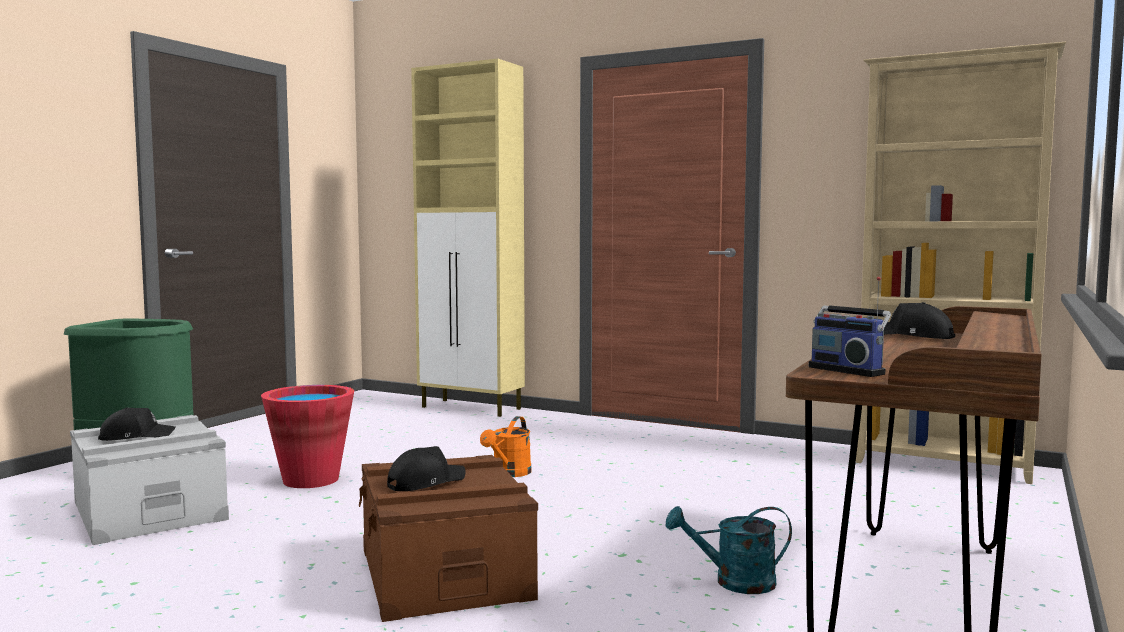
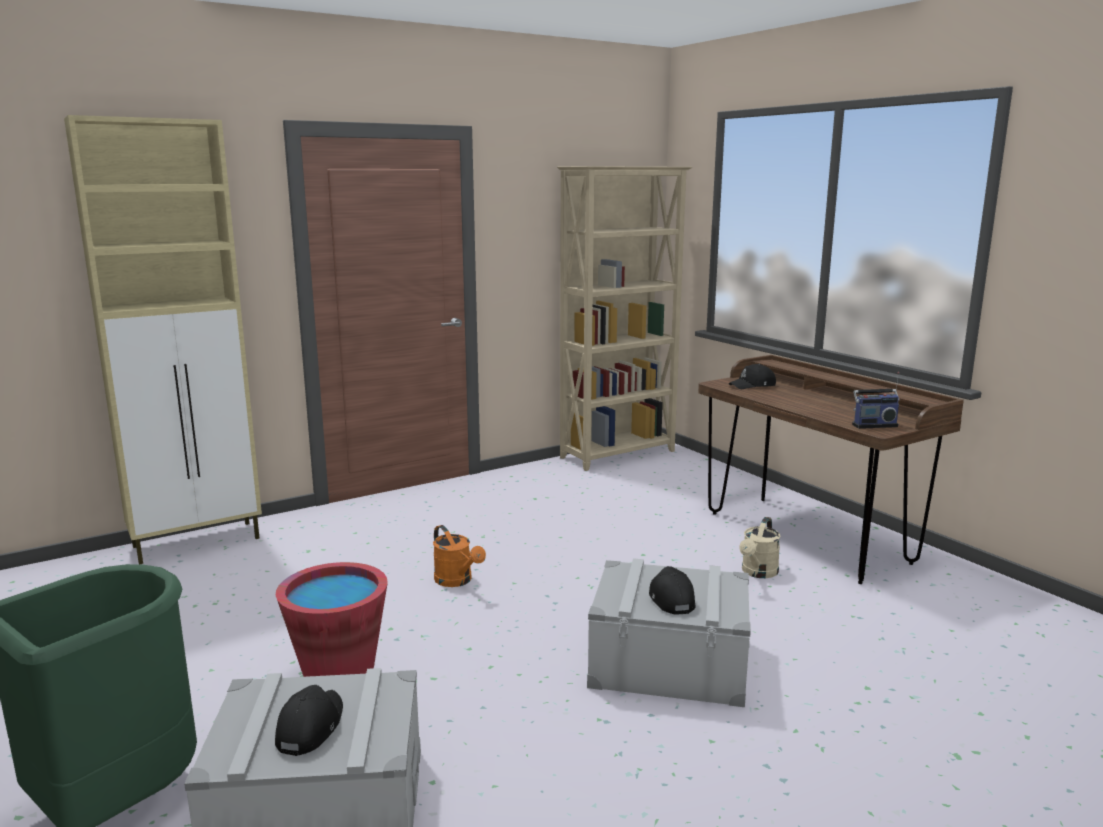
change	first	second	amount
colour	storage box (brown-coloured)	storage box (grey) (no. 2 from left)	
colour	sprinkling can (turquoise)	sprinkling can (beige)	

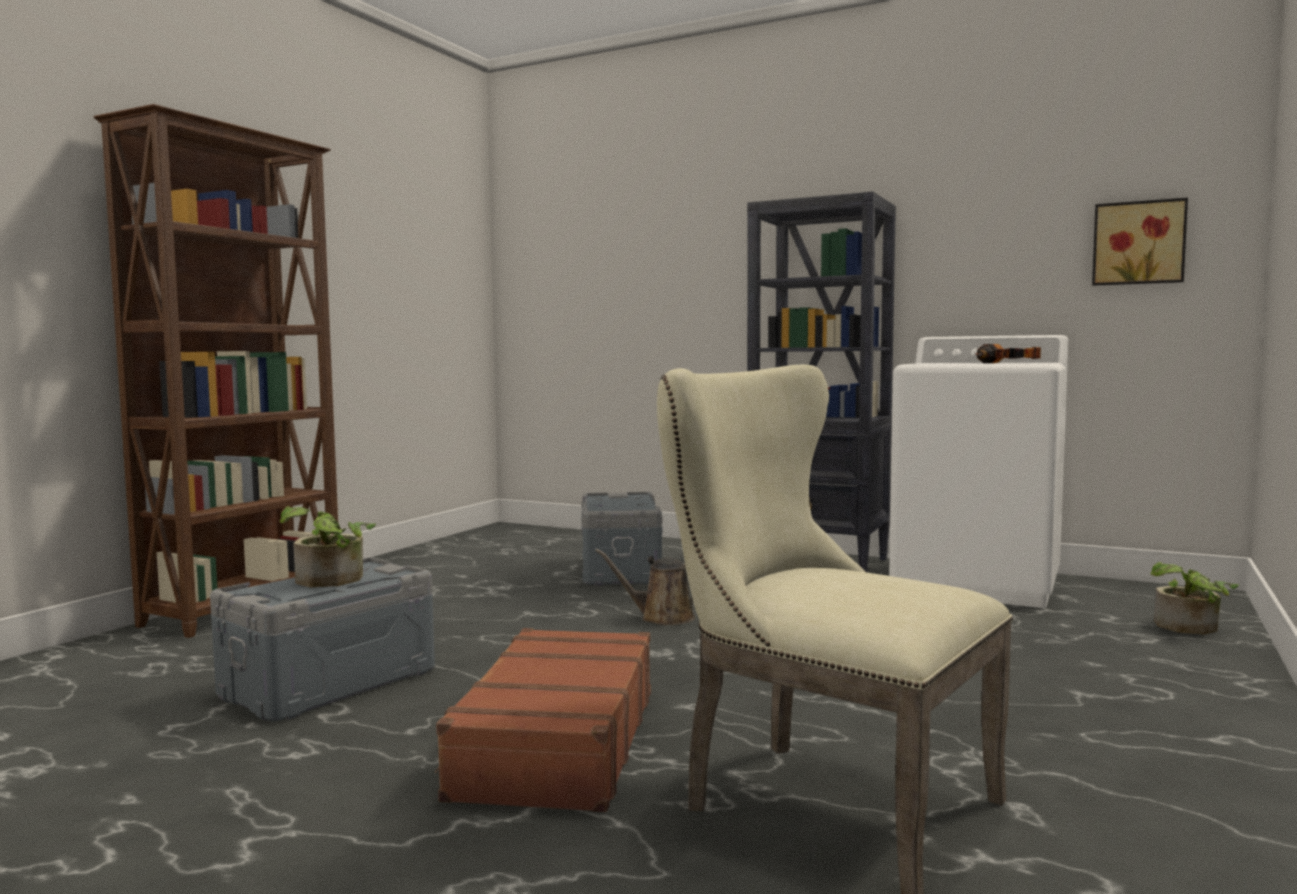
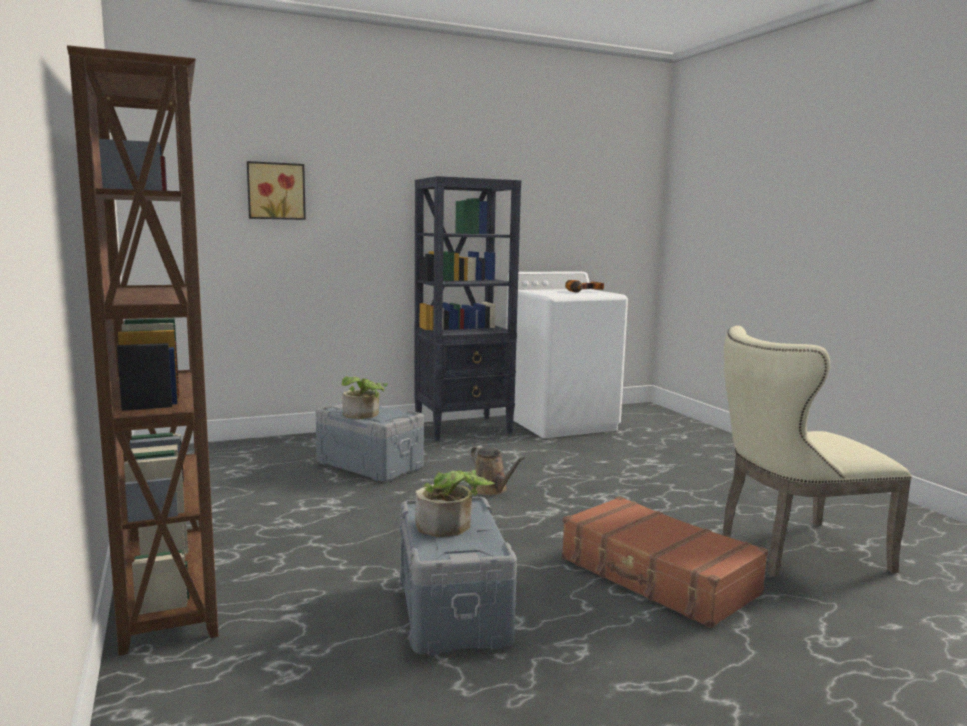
change	first	second	amount
relocated	picture		
relocated	potted plant (no. 2 from left in the first image)	potted plant (no. 1 from left)	
spun	sprinkling can (brown-coloured)		90 degrees counterclockwise

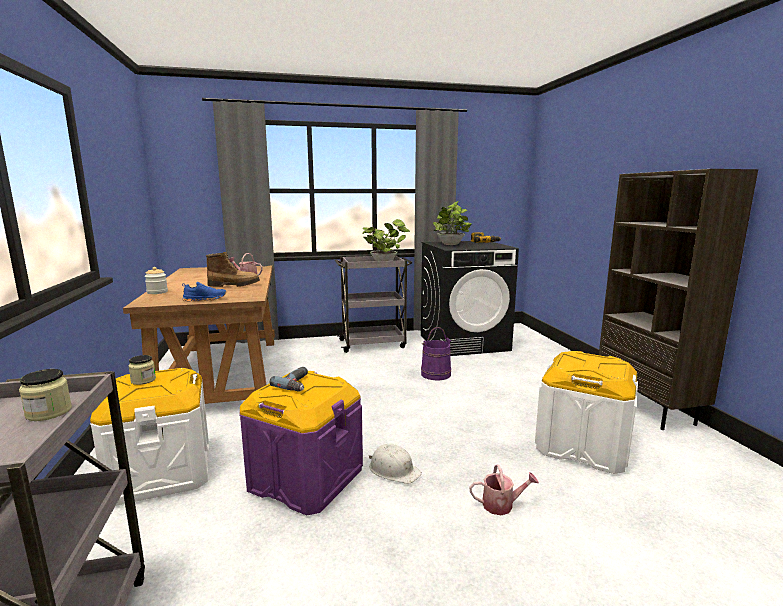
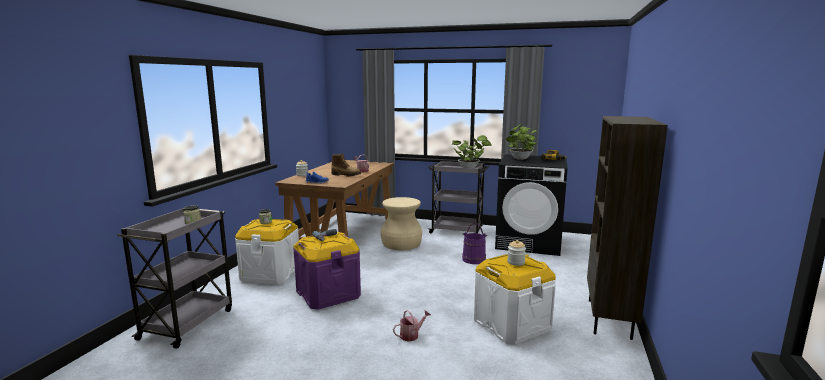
change	first	second	amount
appeared		stool seat (beige)	
spun	sprinkling can (no. 2 from left)		60 degrees counterclockwise
appeared		preserve jar (no. 4 from left)	
missing	hard hat (whitish)		

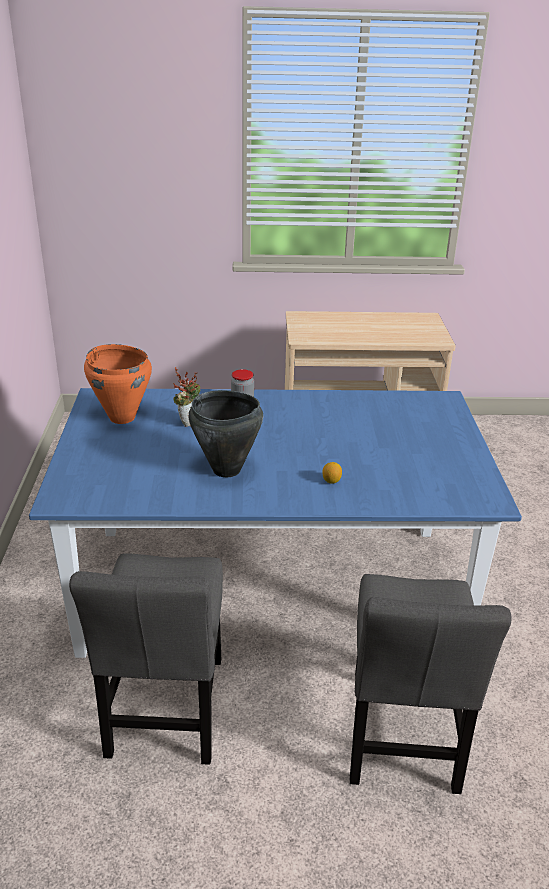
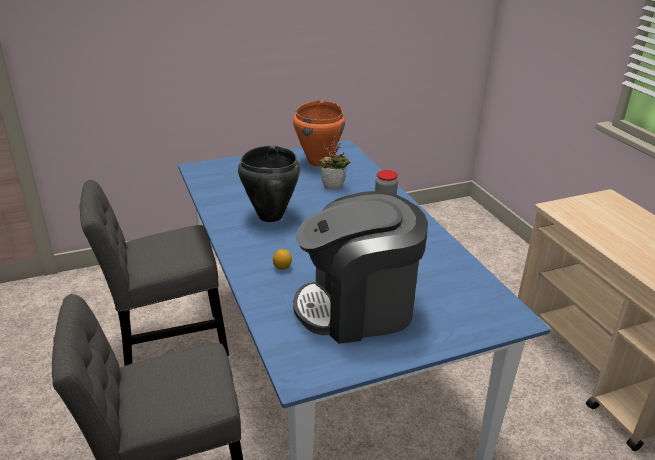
change	first	second	amount
appeared		coffee maker	

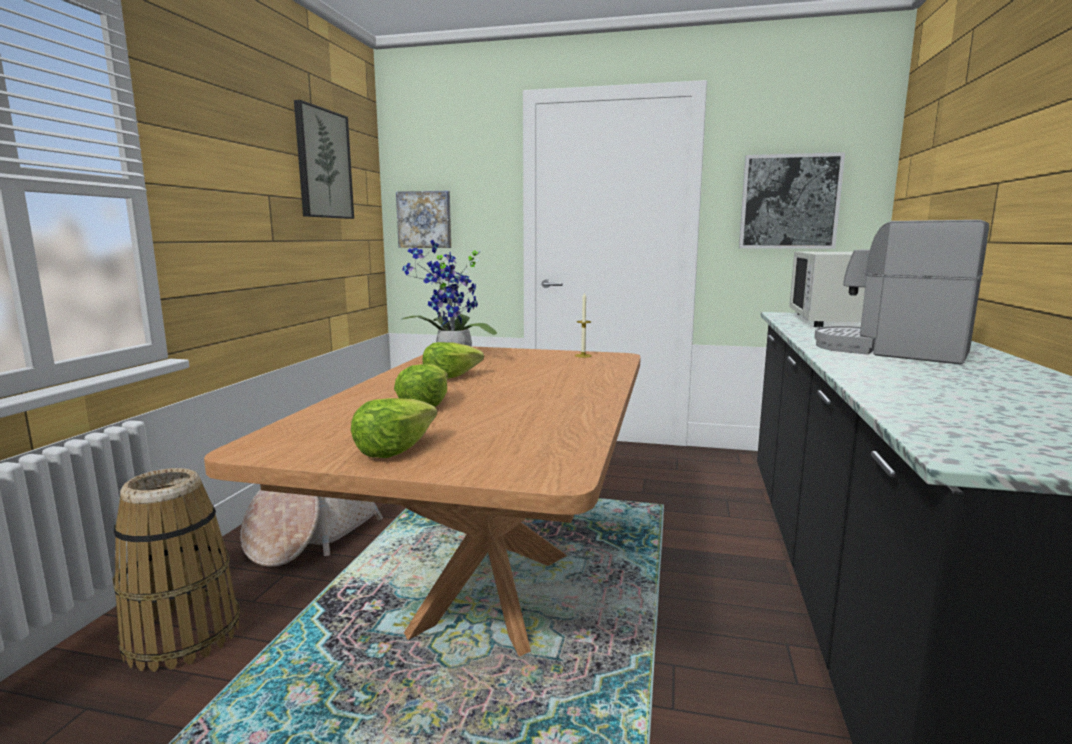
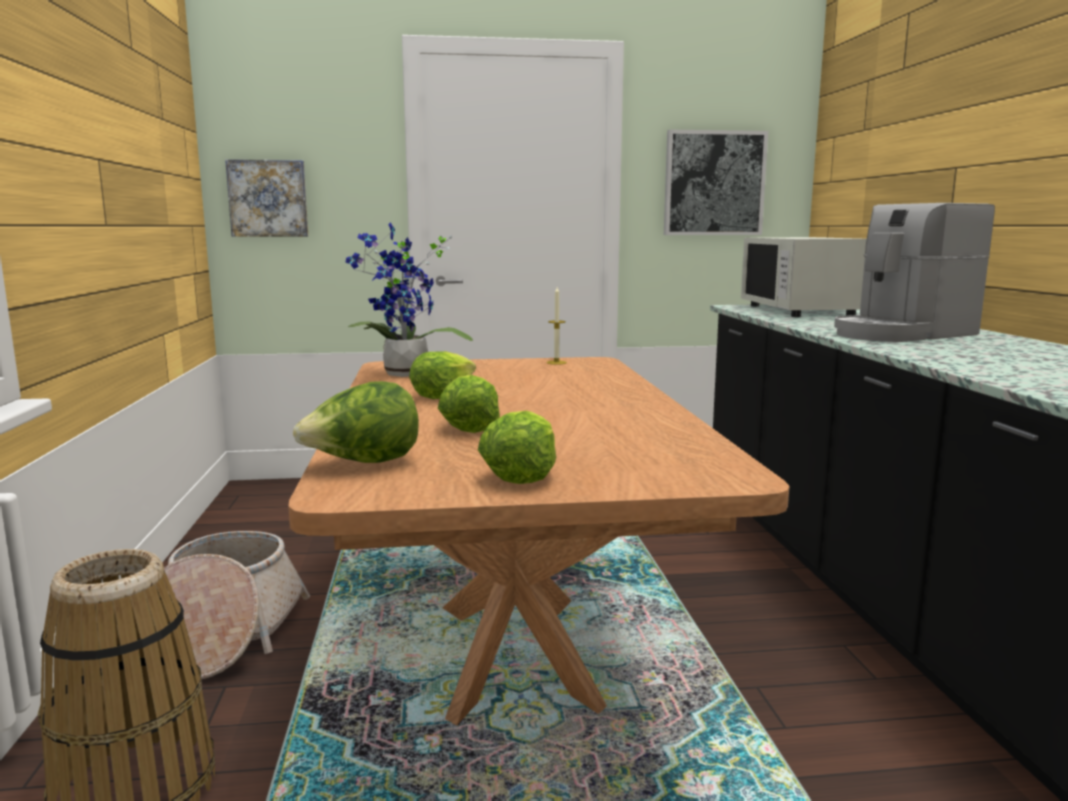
change	first	second	amount
appeared		lettuce head (no. 1 from left)	
spun	coffee maker		45 degrees counterclockwise
missing	picture (no. 1 from left)		

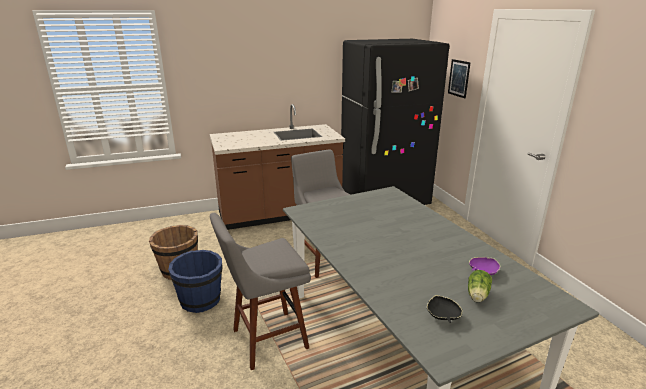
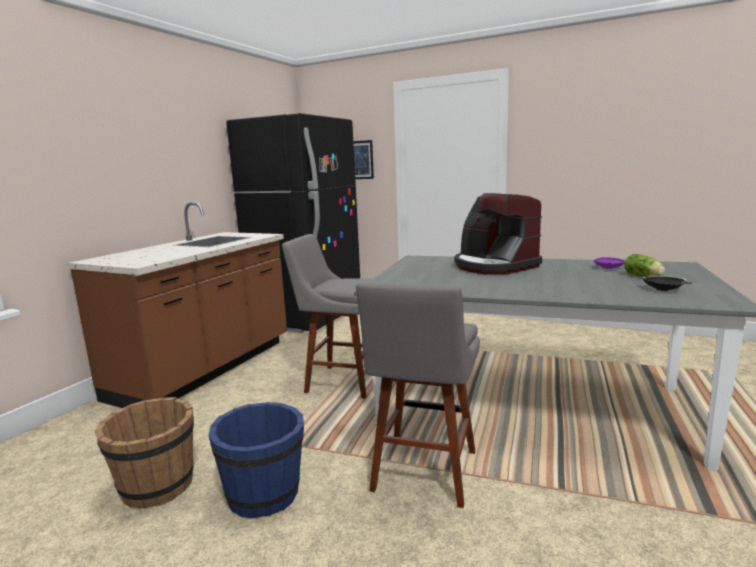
change	first	second	amount
appeared		coffee maker	

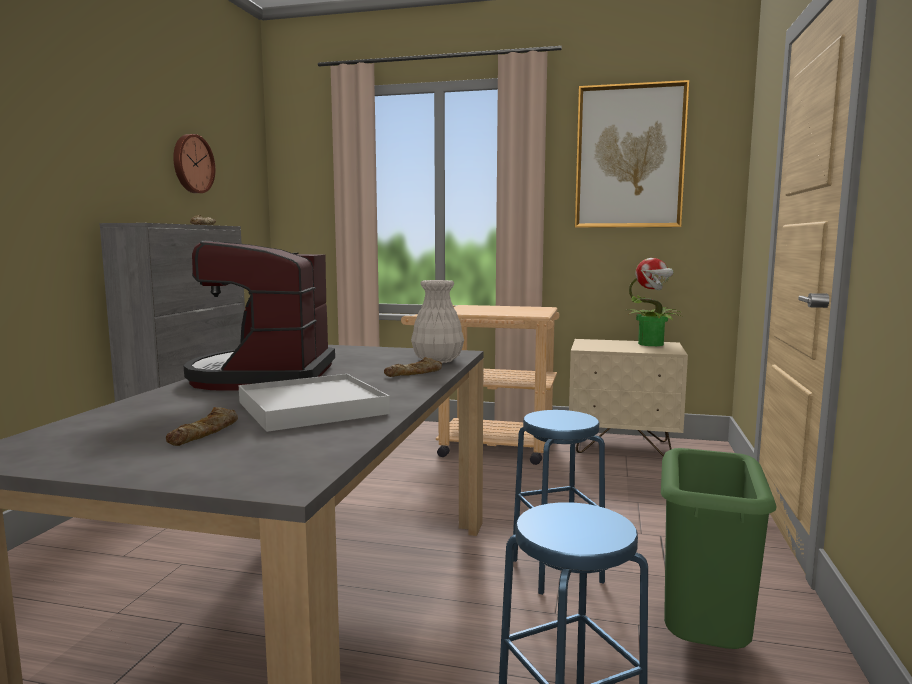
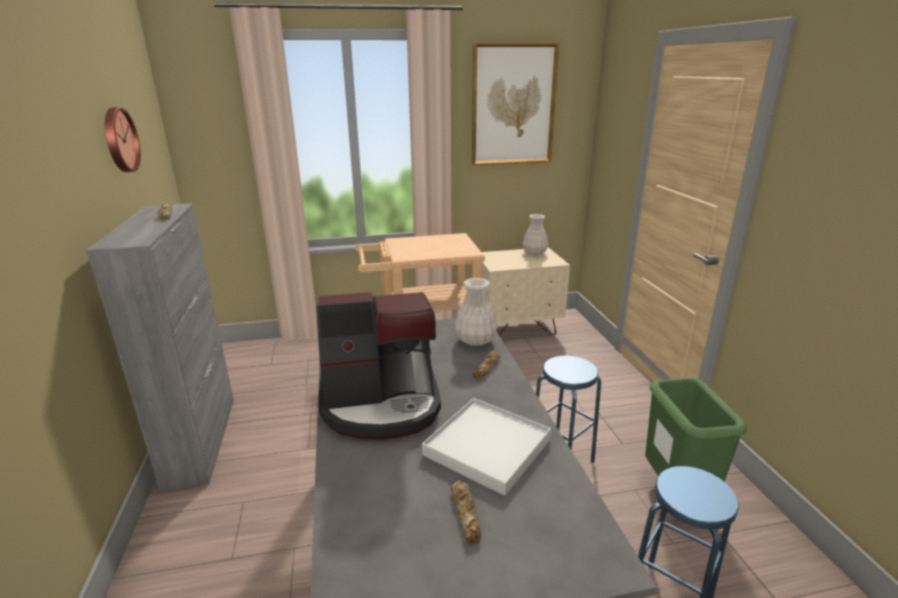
change	first	second	amount
spun	coffee maker		75 degrees counterclockwise
exchanged	potted plant	vase (whitish) (no. 2 from left)	

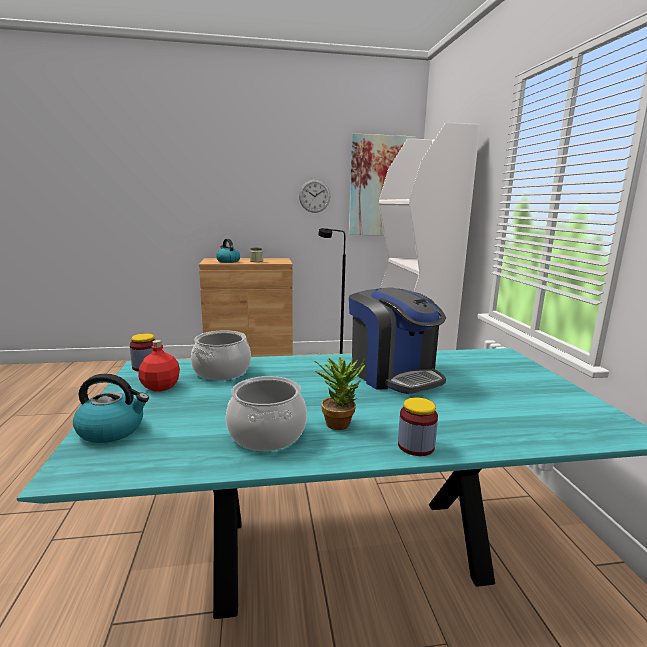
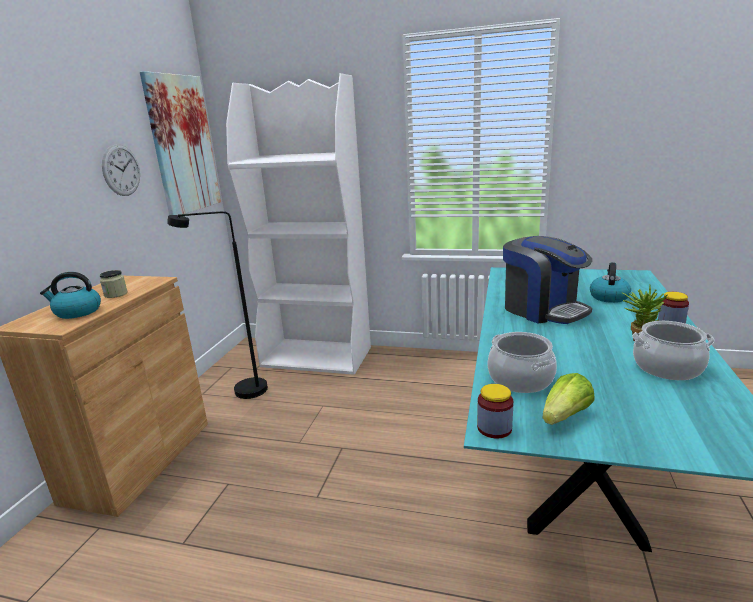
change	first	second	amount
spun	coffee maker		60 degrees clockwise
exchanged	beverage bottle (reddish)	lettuce head	
relocated	water kettle (no. 1 from left in the first image)	water kettle (no. 2 from left)	

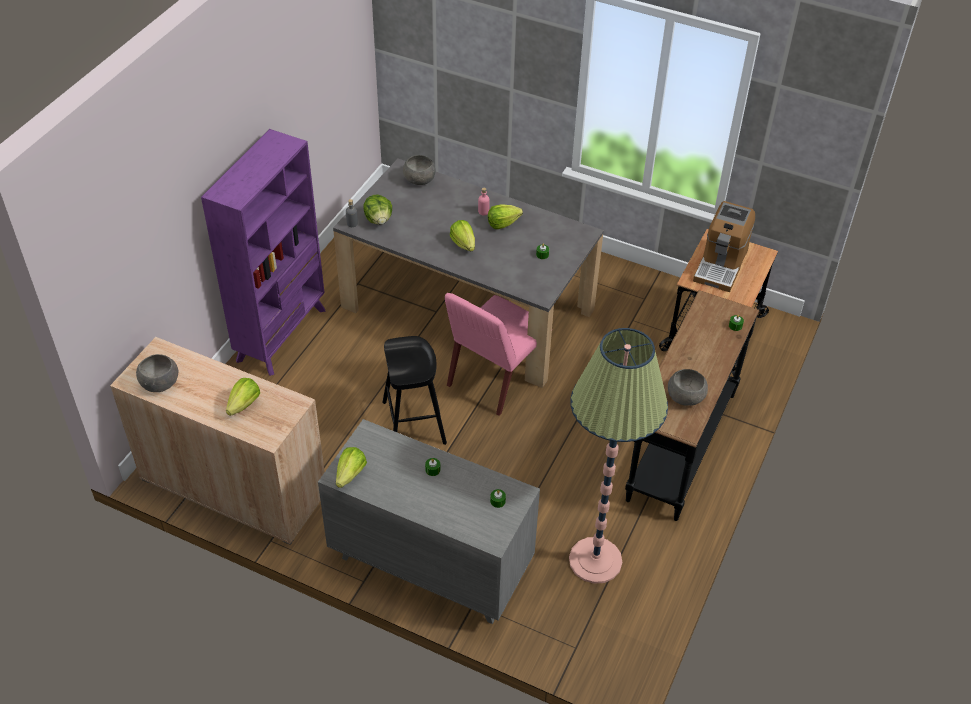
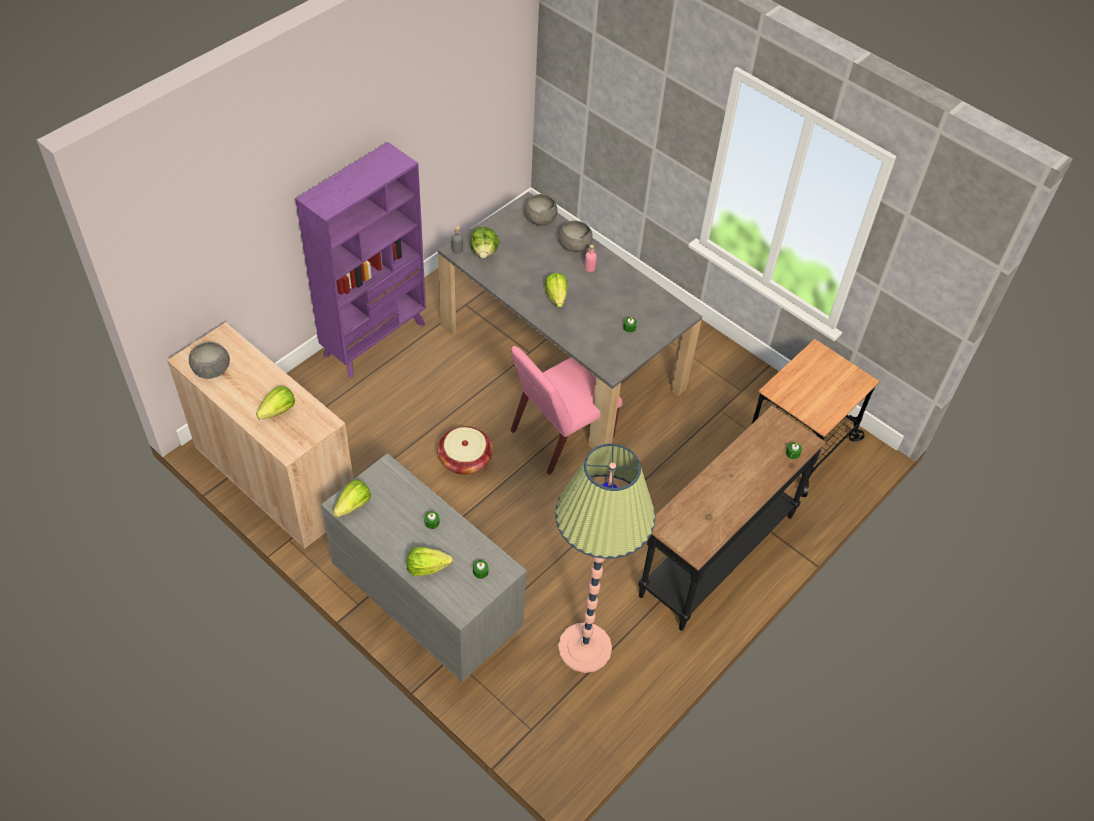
change	first	second	amount
relocated	lettuce head (no. 5 from left in the first image)	lettuce head (no. 3 from left)	
exchanged	stool seat (black-coloured)	basket	
relocated	bowl (grey) (no. 3 from left)		
missing	coffee maker		

